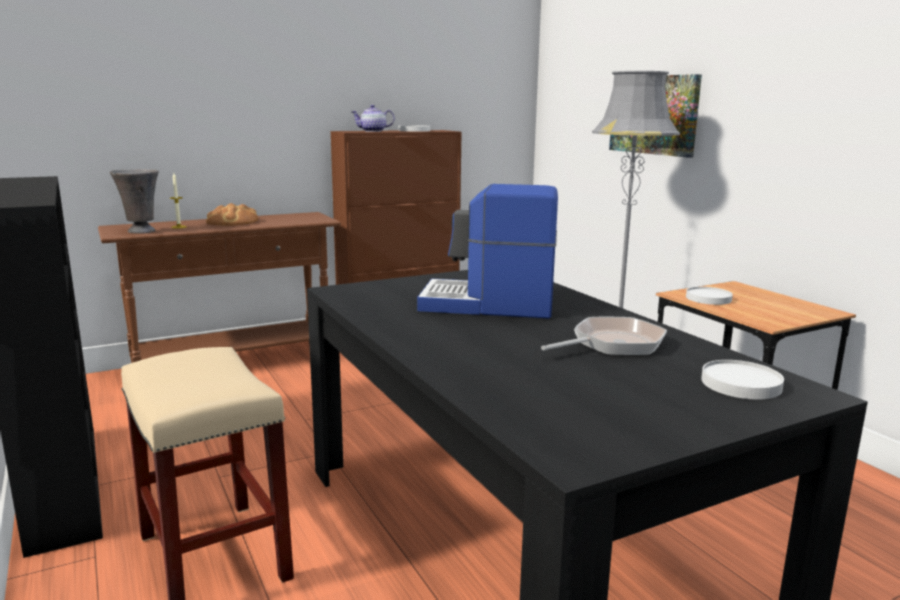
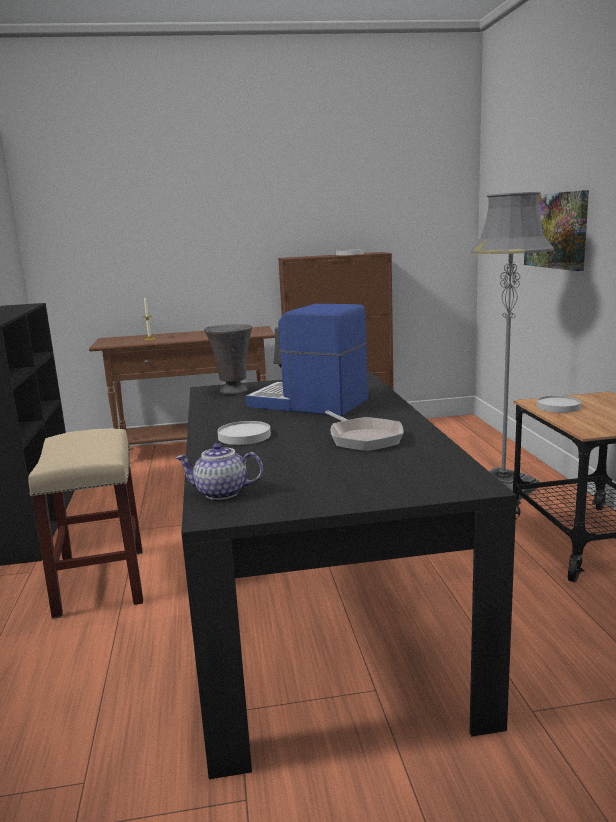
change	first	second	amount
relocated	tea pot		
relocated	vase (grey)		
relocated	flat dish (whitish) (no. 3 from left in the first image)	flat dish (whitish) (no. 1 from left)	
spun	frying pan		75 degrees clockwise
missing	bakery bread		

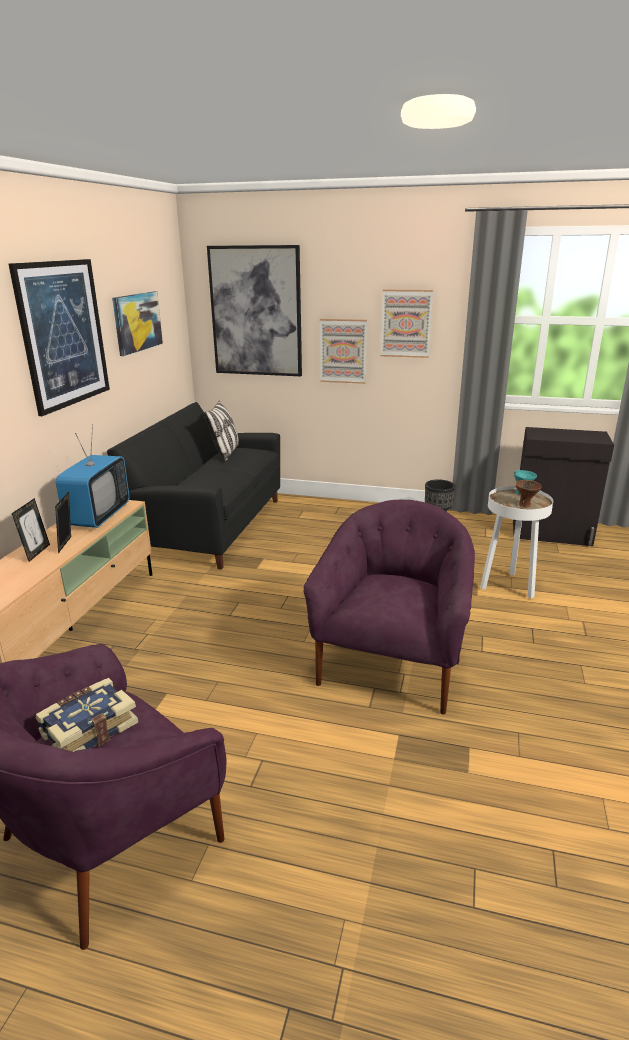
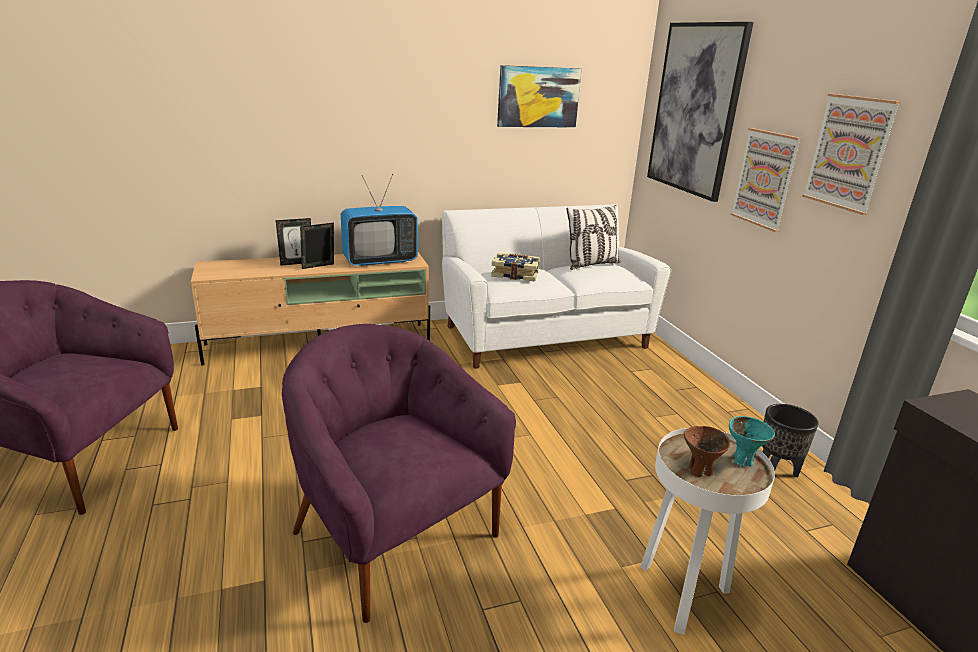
change	first	second	amount
spun	easy chair (purplish) (no. 2 from left)		120 degrees counterclockwise
colour	settee (black-coloured)	settee (whitish)	
relocated	book		
missing	picture (no. 1 from left)		

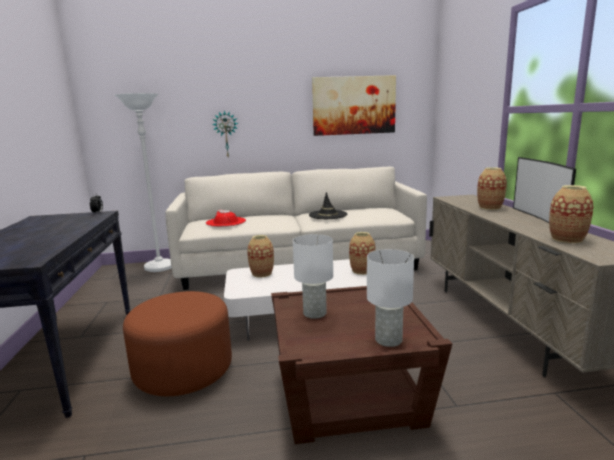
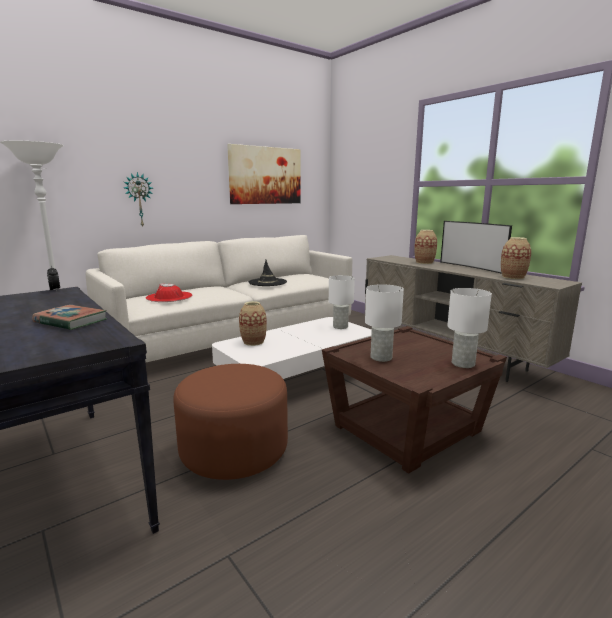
change	first	second	amount
appeared		book	
exchanged	vase (no. 2 from left)	lamp for a table (whitish) (no. 1 from left)	

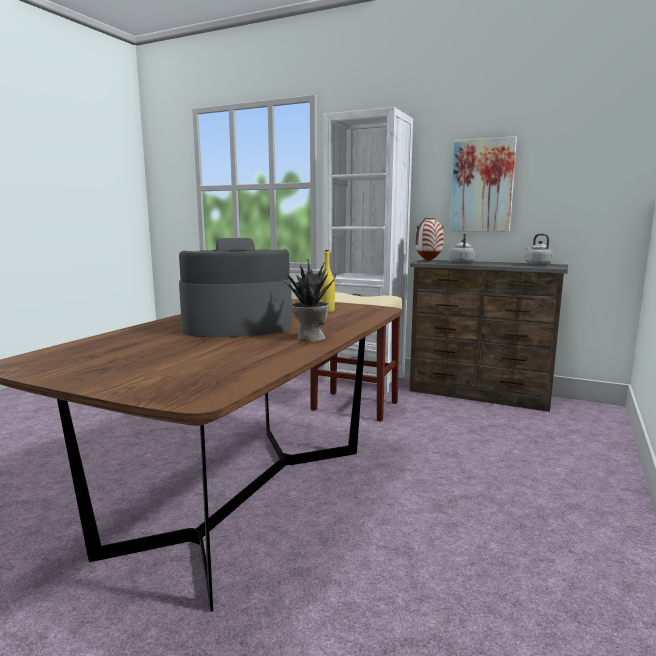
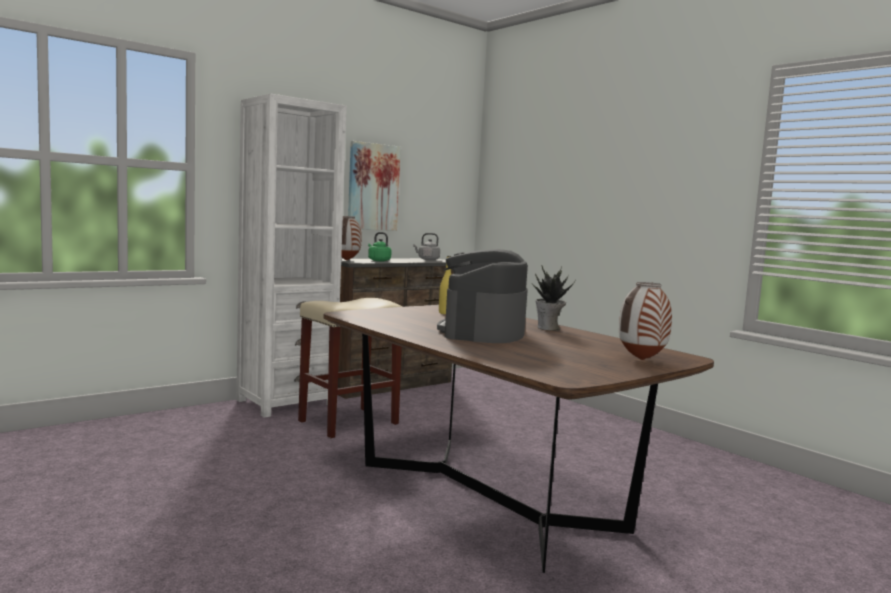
change	first	second	amount
colour	water kettle (grey) (no. 1 from left)	water kettle (green)	
appeared		vase (no. 2 from left)	

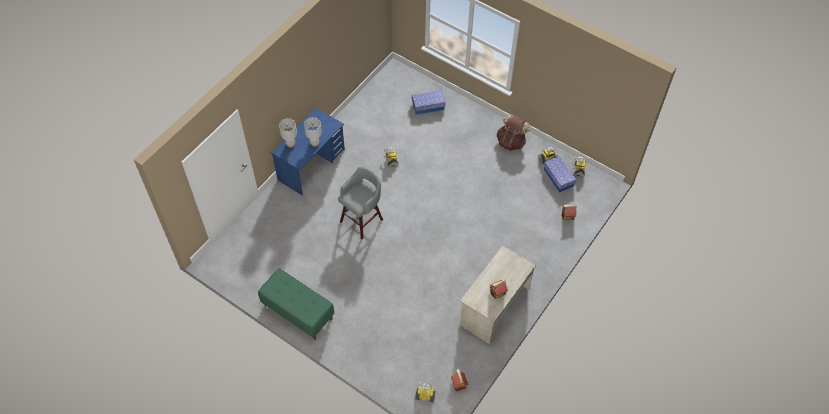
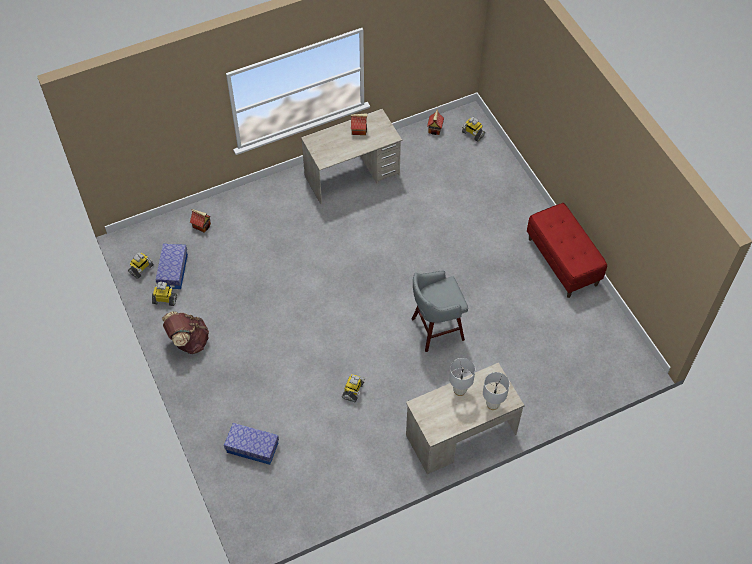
change	first	second	amount
colour	desk (blue-coloured)	desk (beige) (no. 2 from left)	
colour	bench (green)	bench (reddish)	

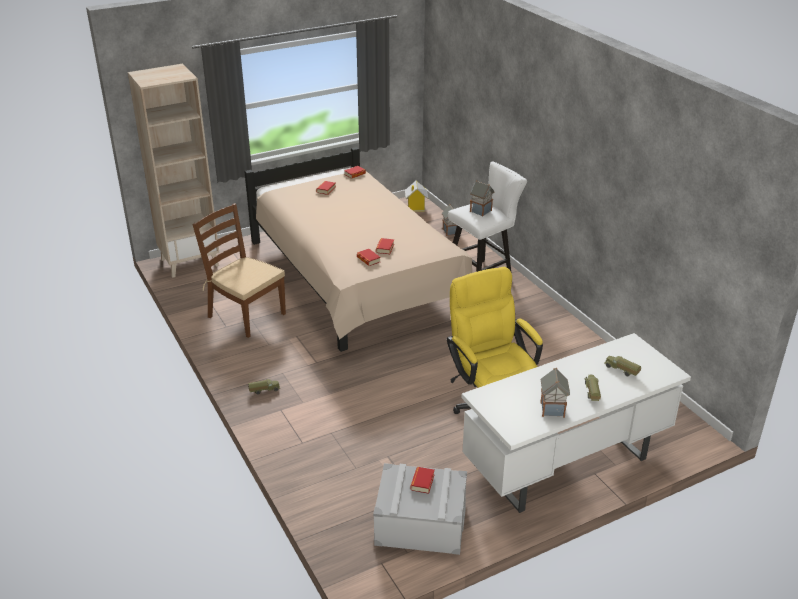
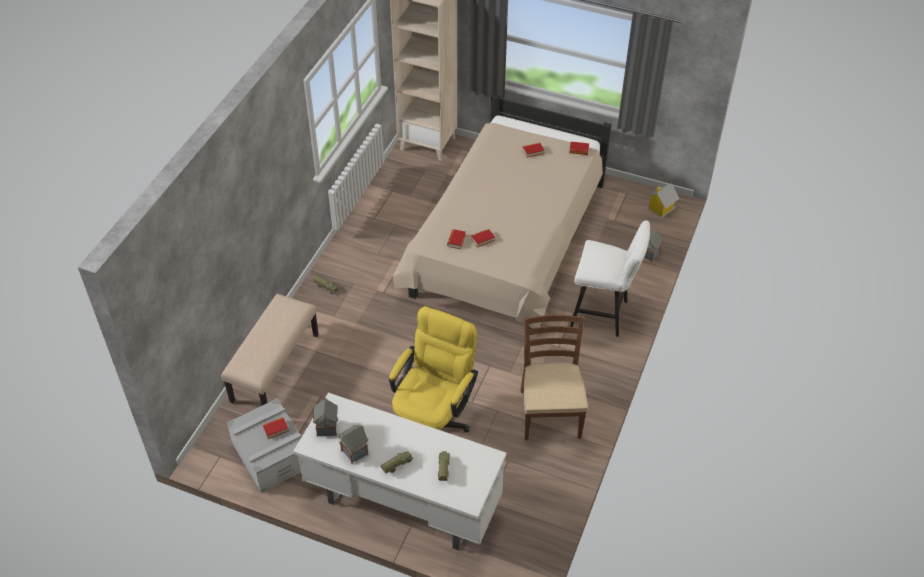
change	first	second	amount
appeared		bench (beige)	
relocated	toy house (no. 3 from left in the first image)	toy house (no. 1 from left)	
relocated	plain chair (brown-coloured)		

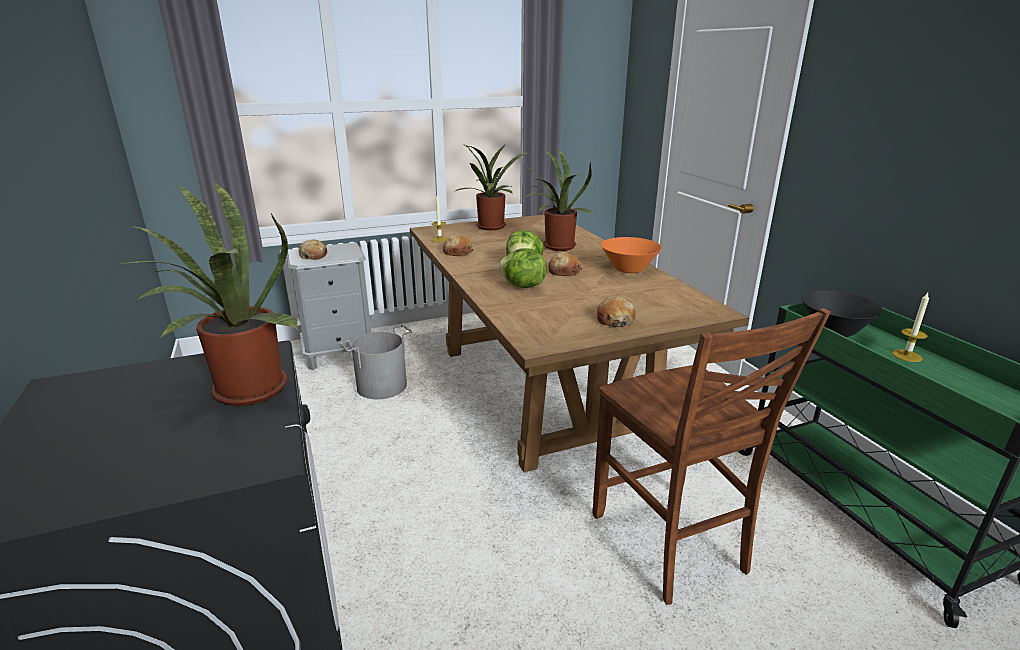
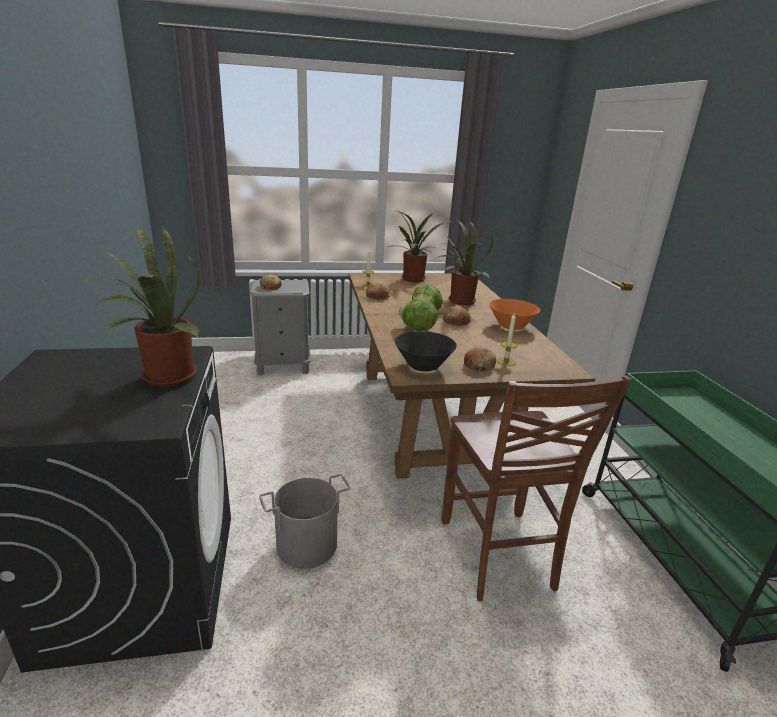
change	first	second	amount
relocated	water bucket (grey)		
relocated	bowl (black-coloured)		
relocated	candle (no. 2 from left)		

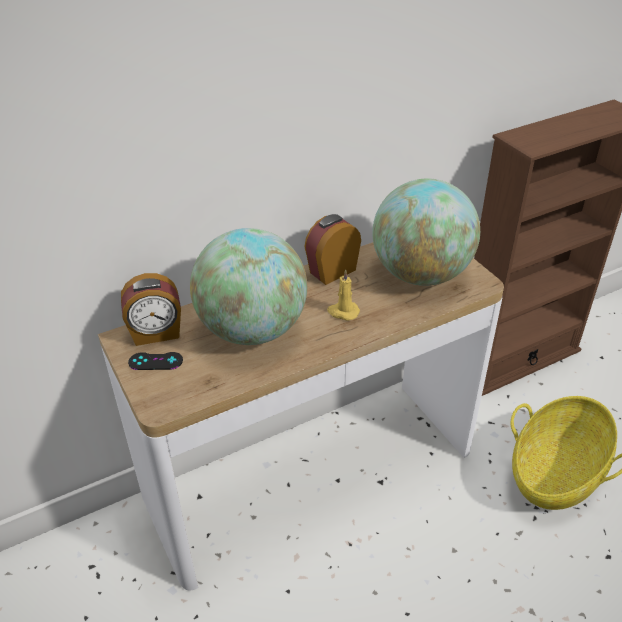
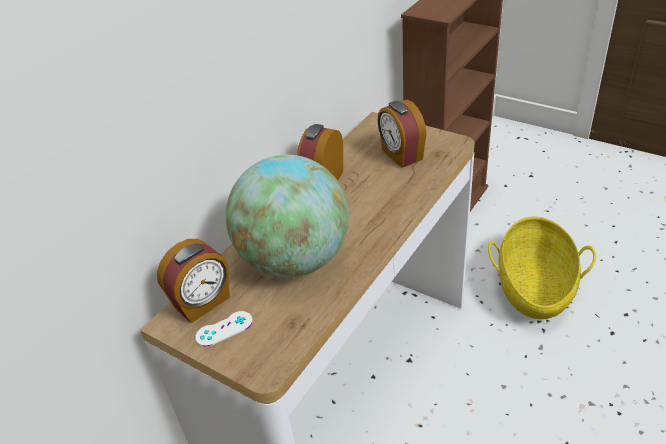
change	first	second	amount
colour	gamepad (black-coloured)	gamepad (whitish)	
exchanged	desk globe (no. 2 from left)	bedside clock (no. 3 from left)	
missing	candle (yellowish)		

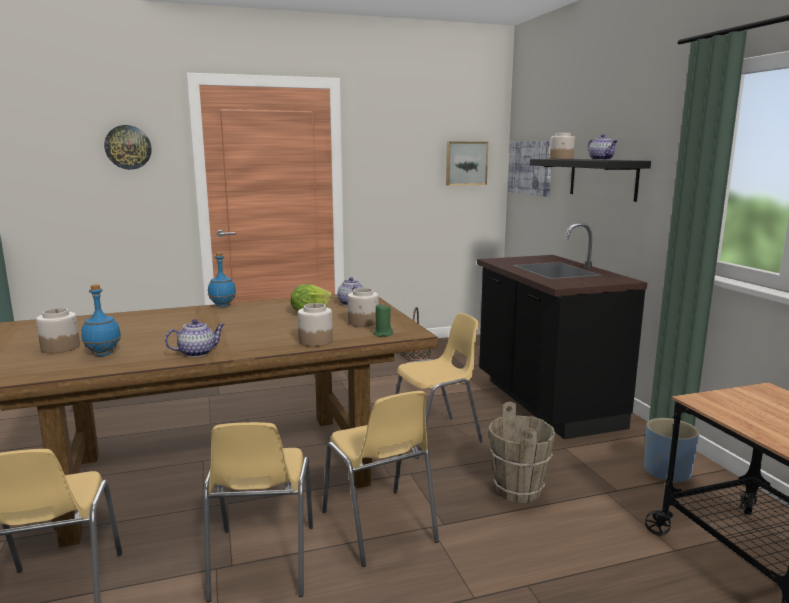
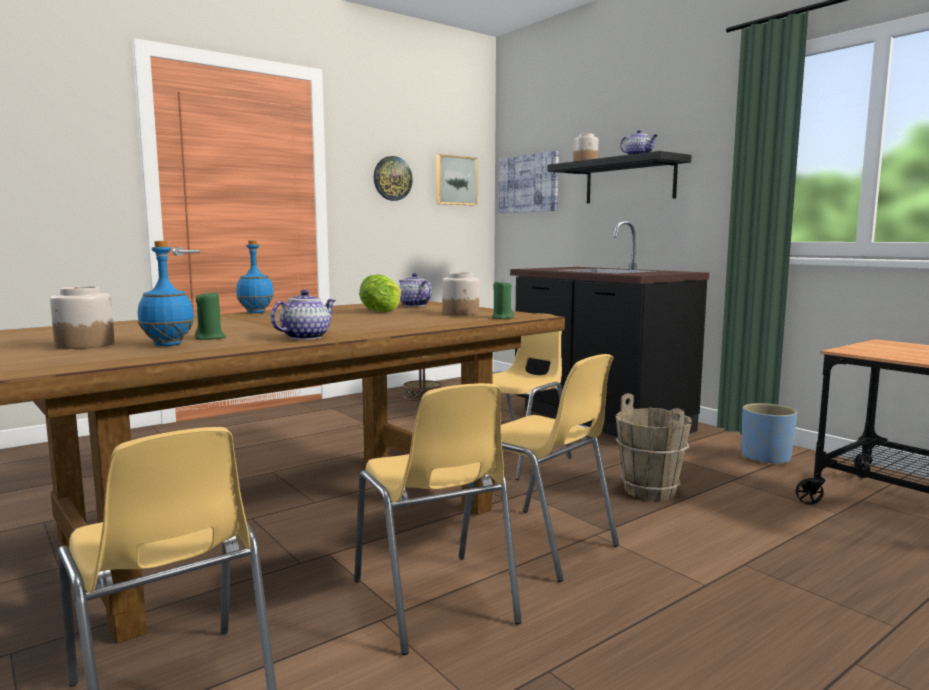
change	first	second	amount
appeared		candle (green) (no. 1 from left)	
relocated	clock on the wall		
missing	preserve jar (no. 2 from left)		

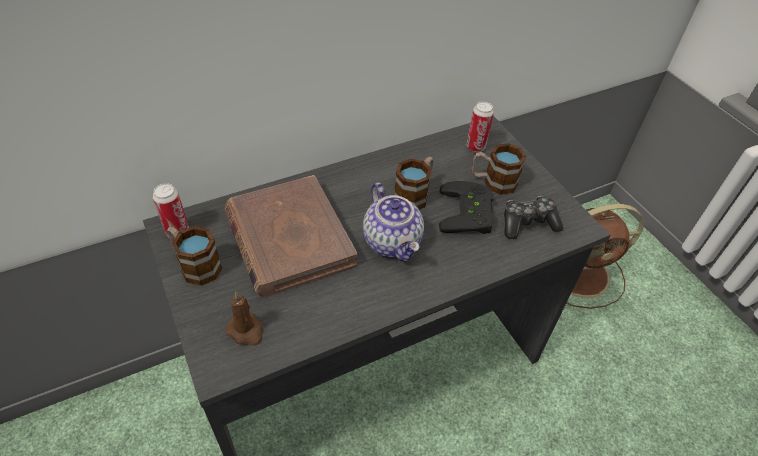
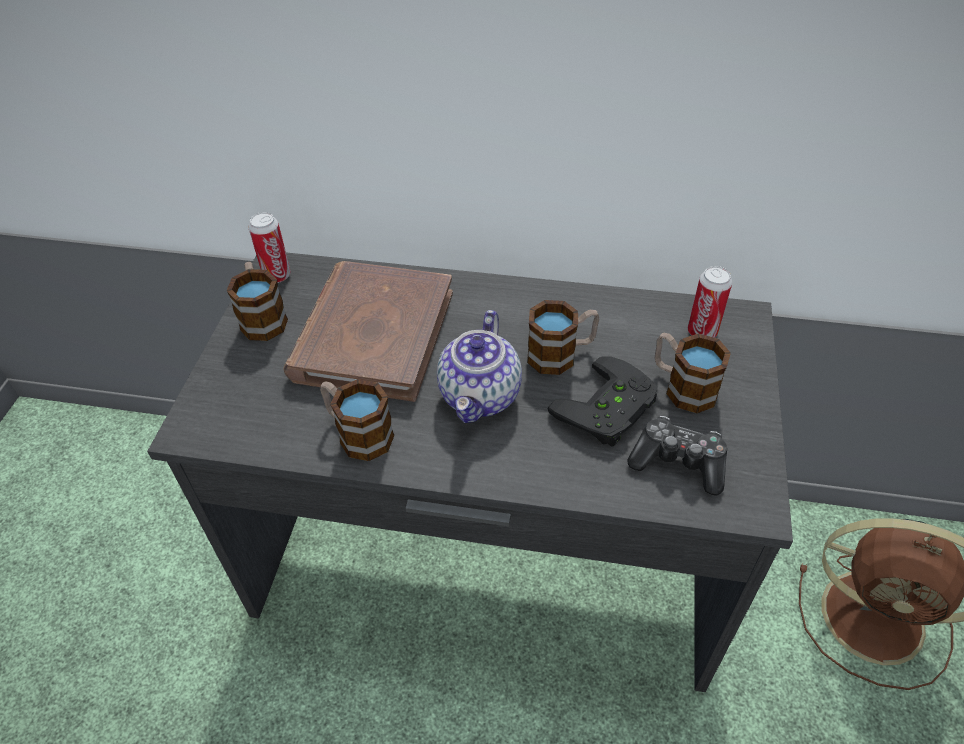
change	first	second	amount
appeared		mug (no. 2 from left)	
missing	candle (brown-coloured)		

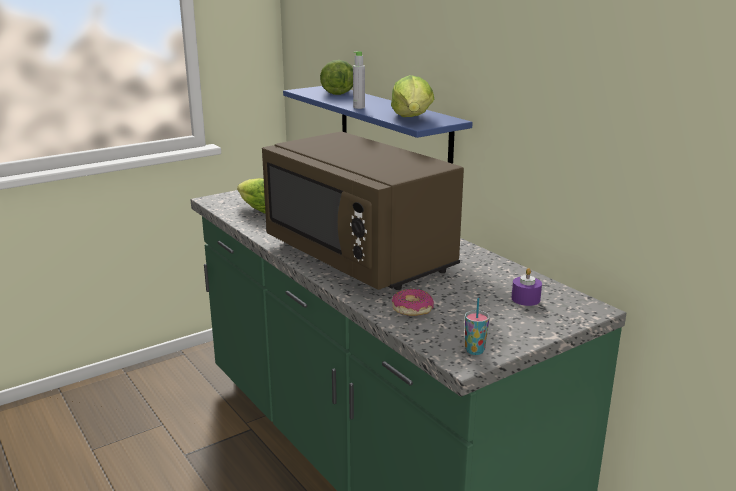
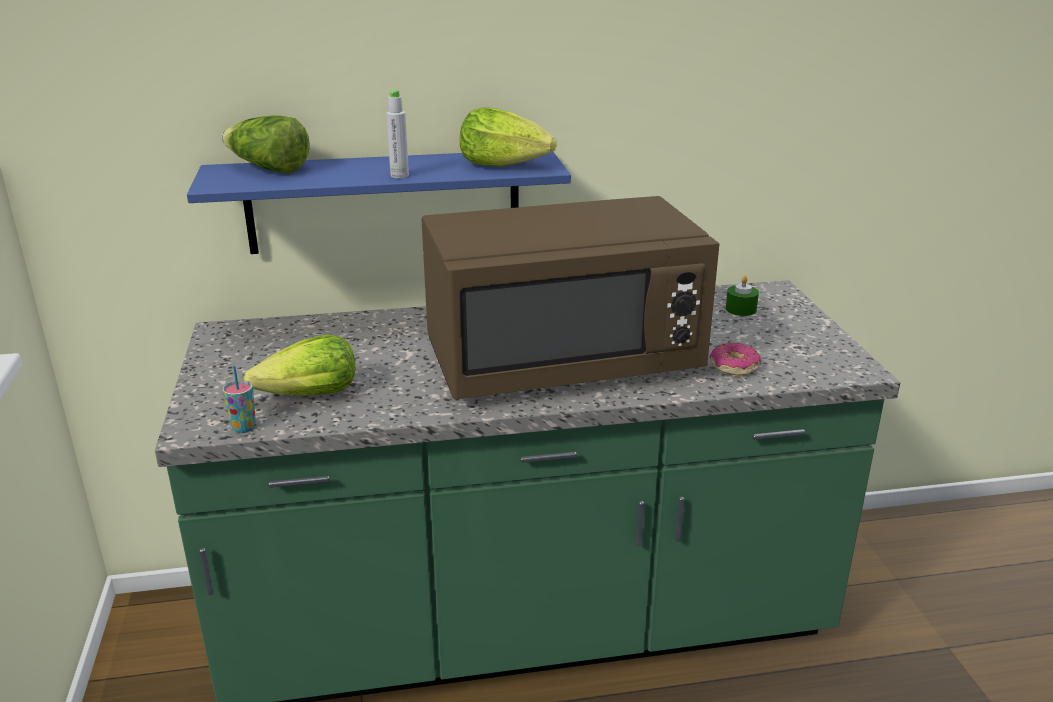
change	first	second	amount
relocated	small cup		
colour	candle (purplish)	candle (green)	

